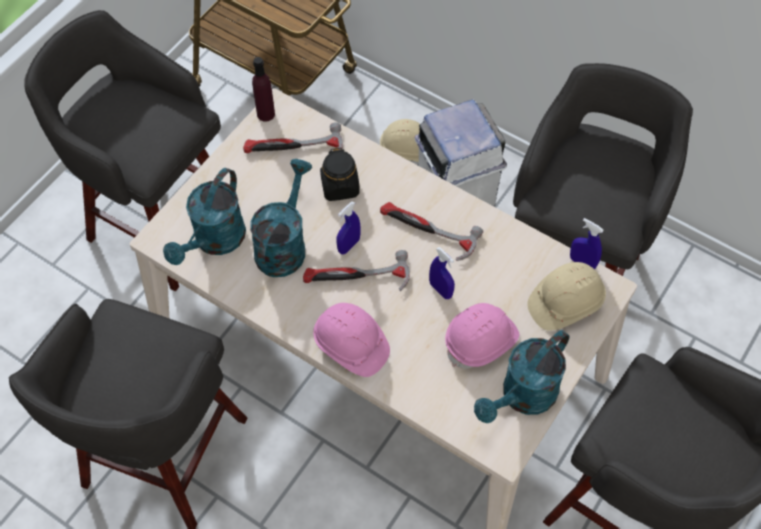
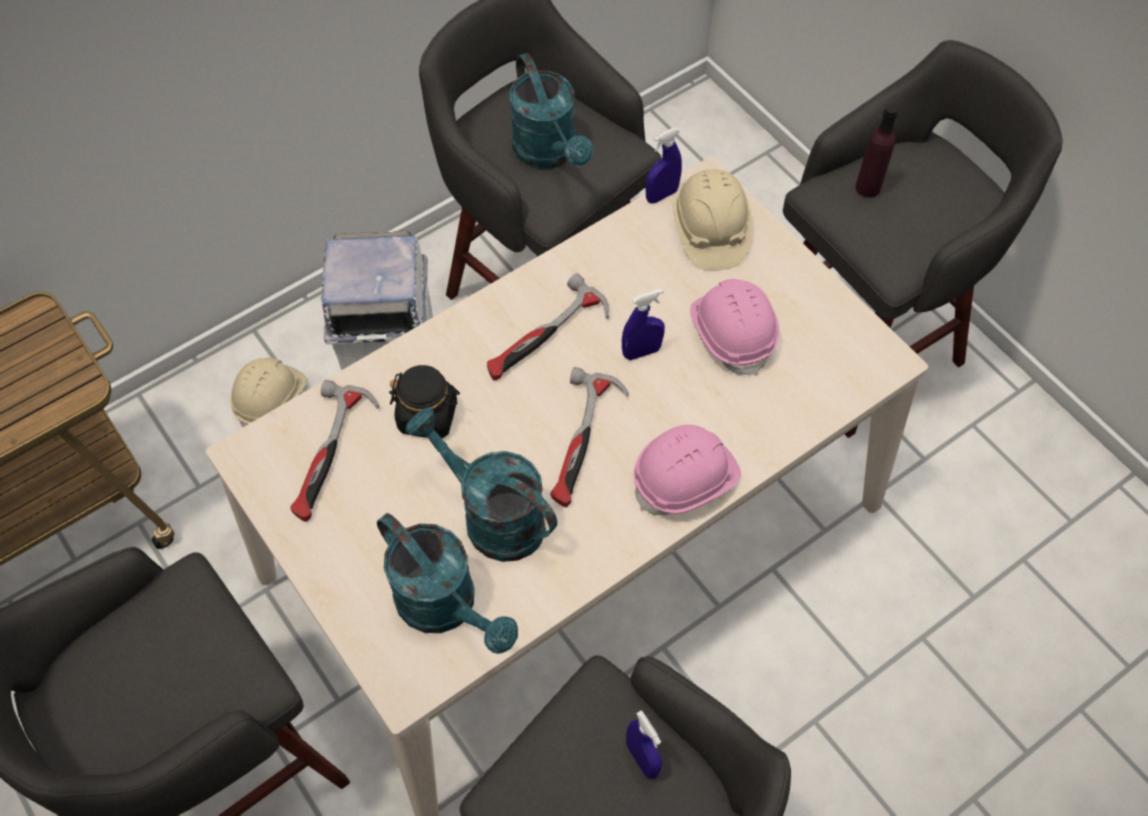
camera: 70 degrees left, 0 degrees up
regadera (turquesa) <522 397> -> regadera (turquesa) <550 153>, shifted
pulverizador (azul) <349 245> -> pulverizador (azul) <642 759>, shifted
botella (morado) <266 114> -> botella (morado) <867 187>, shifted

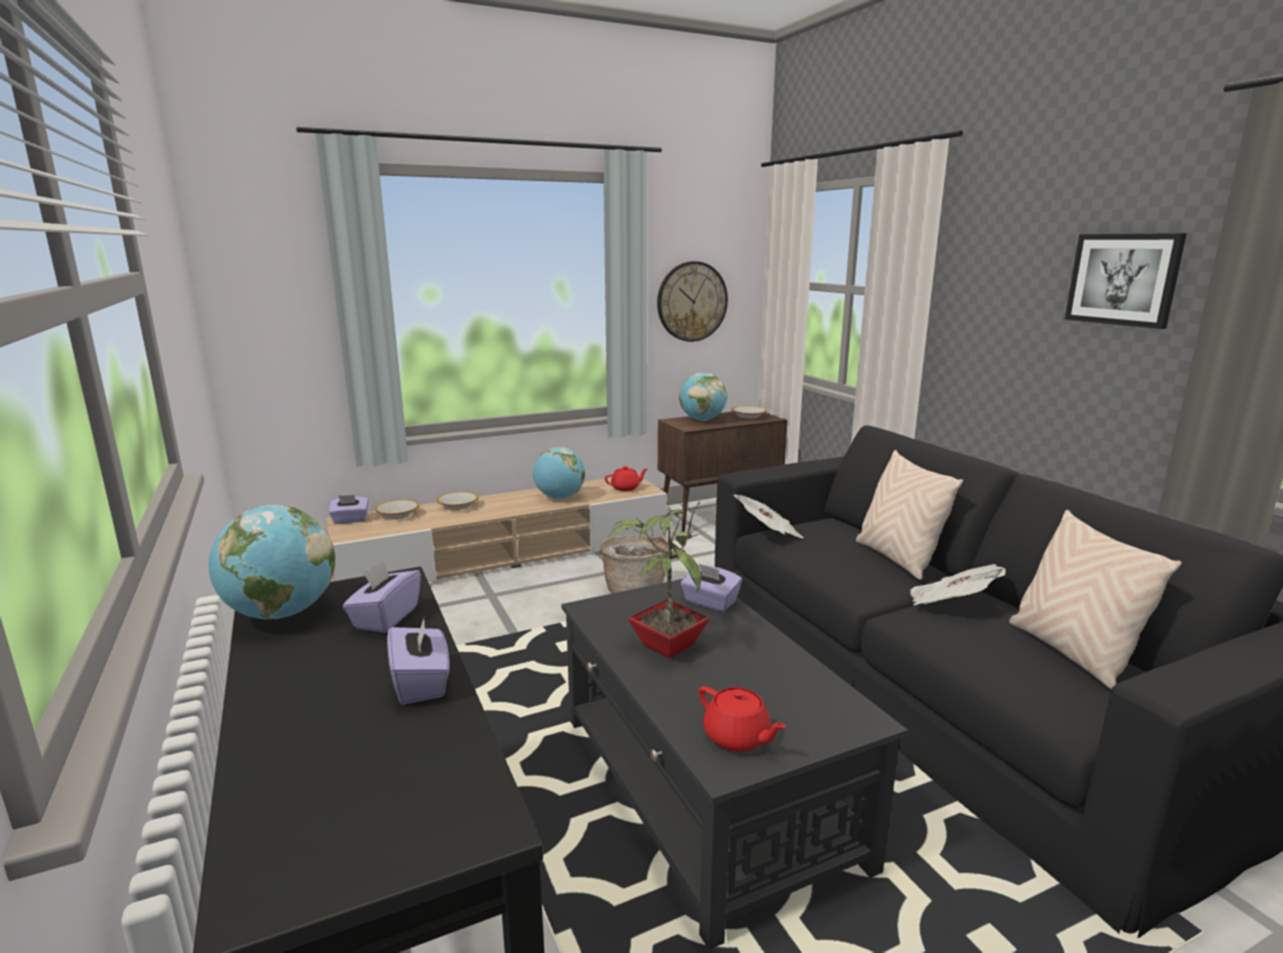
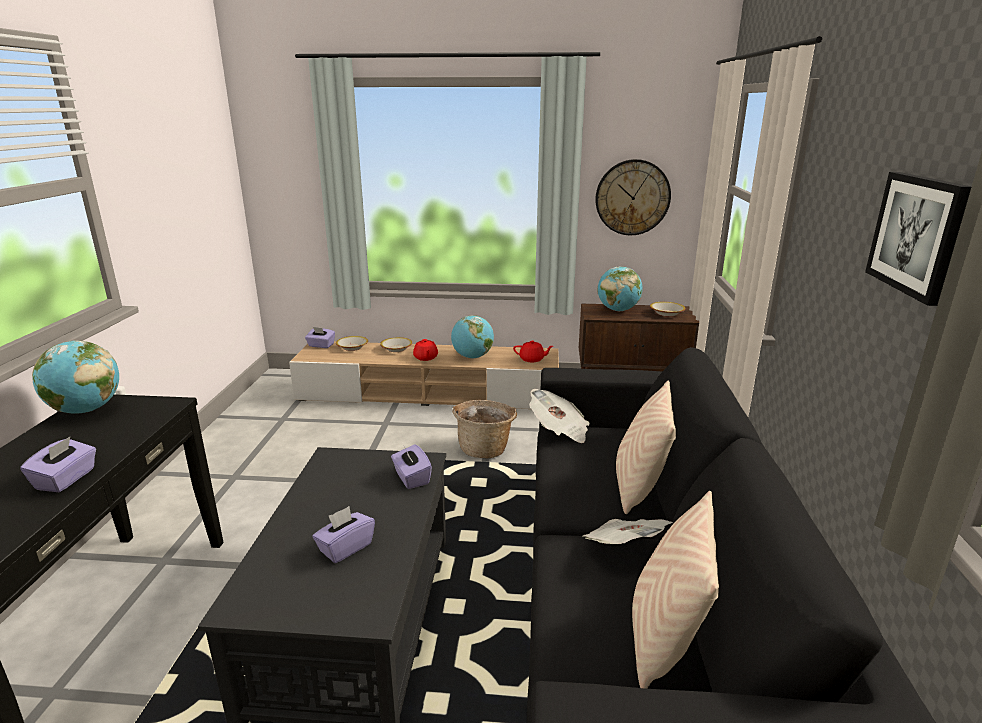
camera: 30 degrees right, 5 degrees up
caja de pañuelos (morado) <385 617> -> caja de pañuelos (morado) <345 547>, shifted
tetera (rojo) <737 737> -> tetera (rojo) <425 358>, shifted
planta en maceta <665 645> -> none

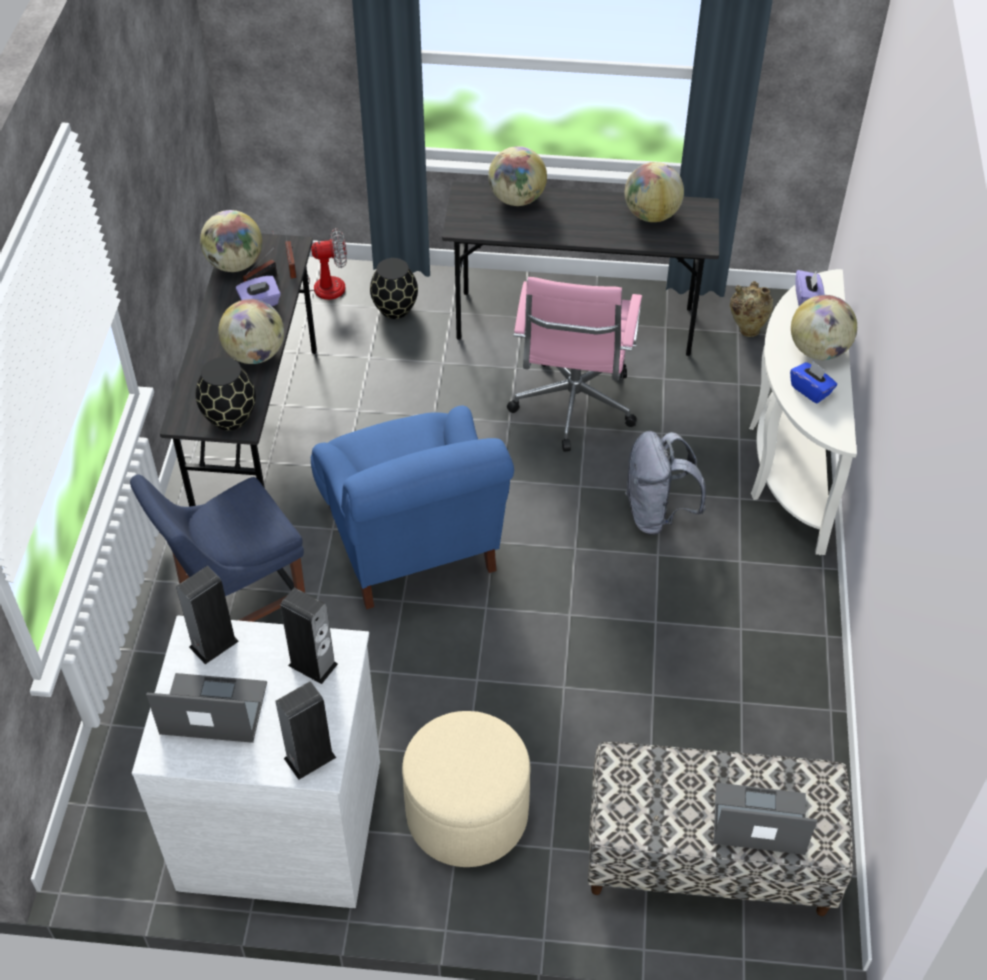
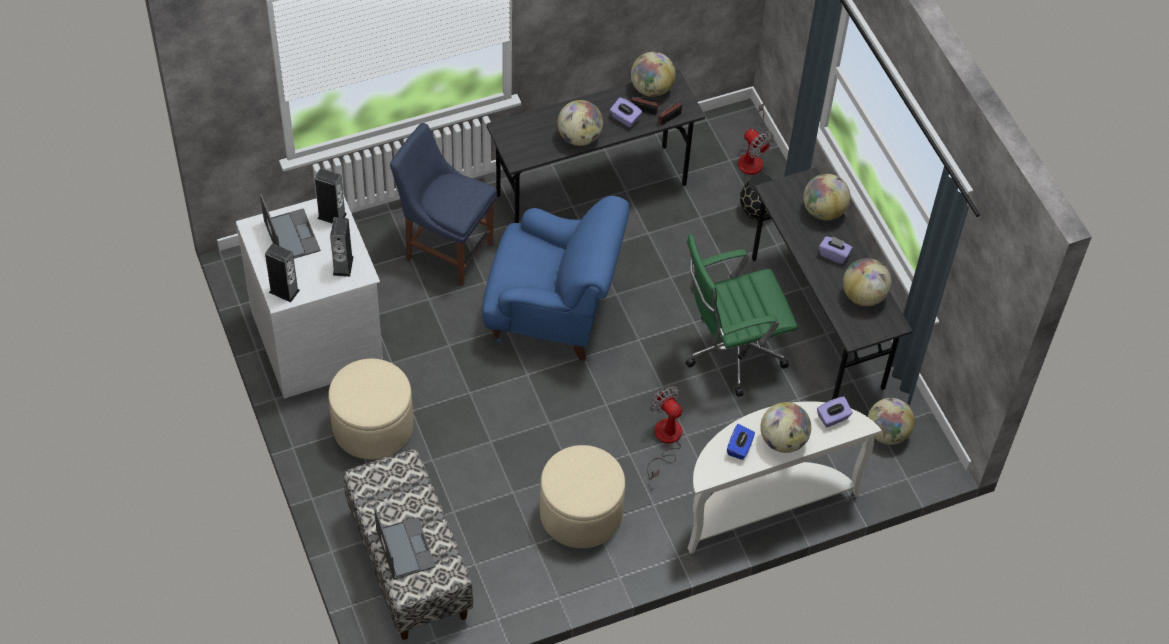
camera: 60 degrees right, 5 degrees up
sillón (azul) <412 545> -> sillón (azul) <553 313>, 120 degrees counterclockwise
none -> puf (beis) <581 513>
mochila (gris) <657 514> -> ventilador <665 440>
silla de oficina (rosa) <572 409> -> silla de oficina (verde) <730 354>
none -> caja de pañuelos (morado) <834 254>
florero (beis) <747 329> -> globo terráqueo <887 433>
florero (negro) <230 418> -> none

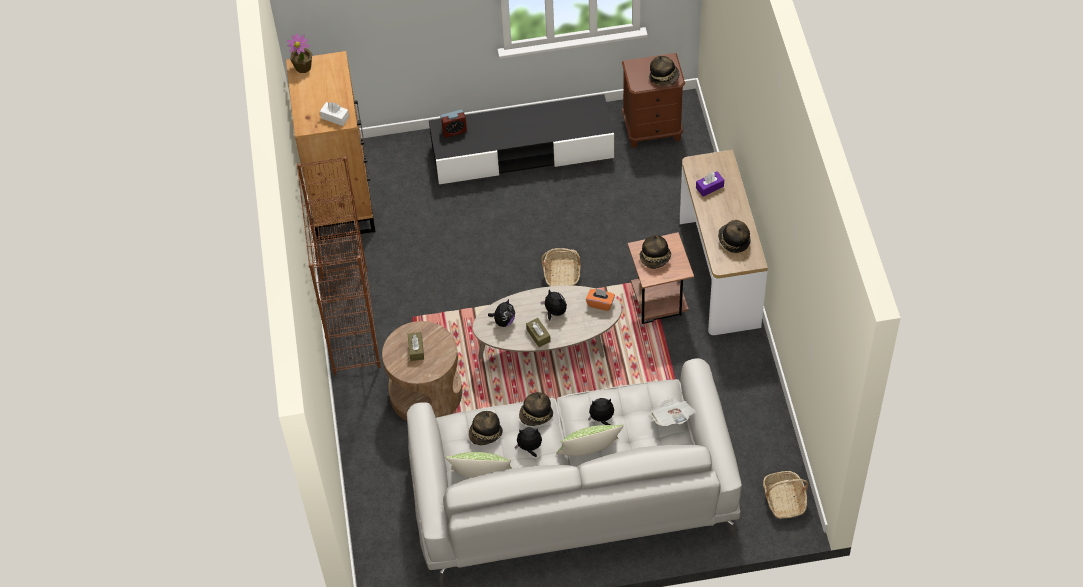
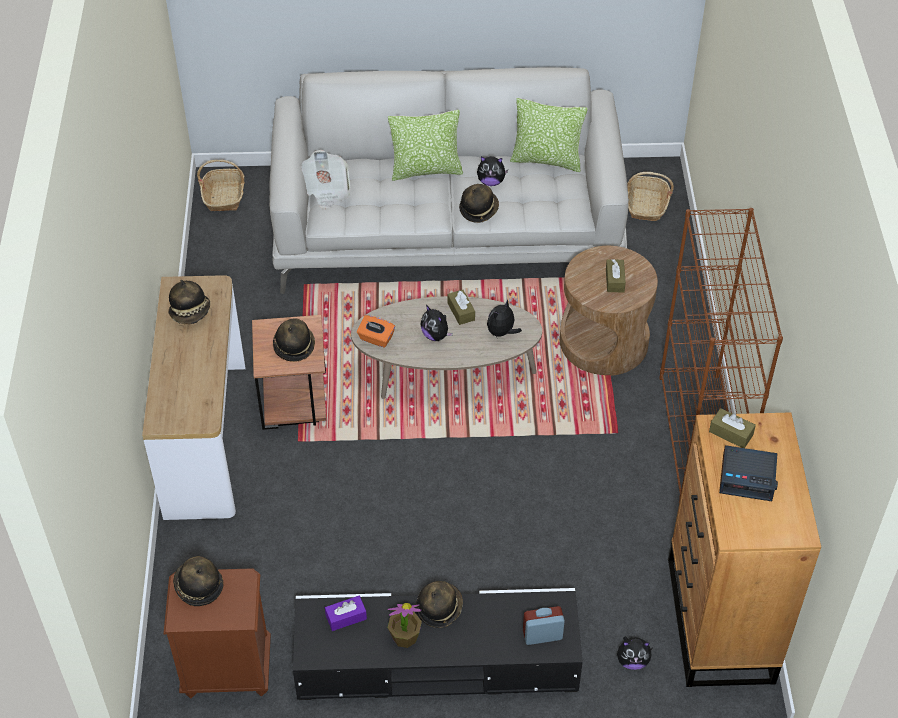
camera: 175 degrees left, 5 degrees down
caja de pañuelos (morado) <709 187> -> caja de pañuelos (morado) <346 617>, shifted
planta en maceta <303 67> -> planta en maceta <404 637>, shifted
sombrero <485 434> -> sombrero <439 607>, shifted
peluche <602 418> -> peluche <632 661>, shifted
cesta <562 274> -> cesta <646 205>, shifted
caja de pañuelos (blanco) <335 117> -> caja de pañuelos (marrón) <731 433>
none -> despertador <748 477>

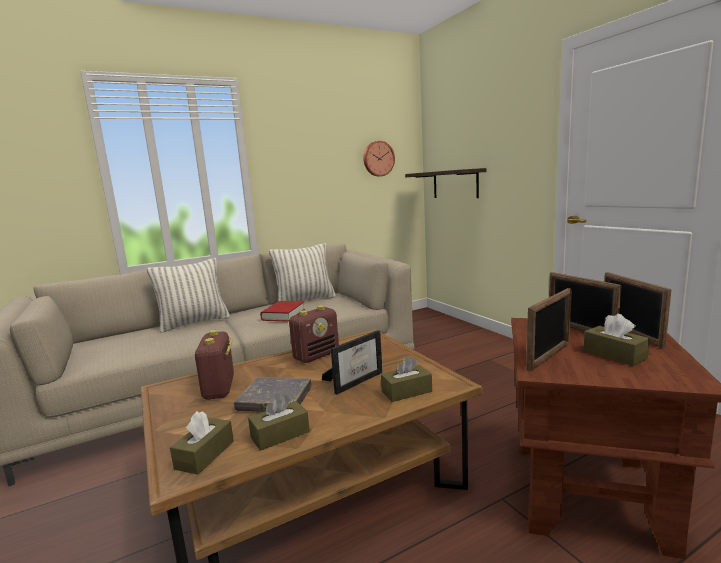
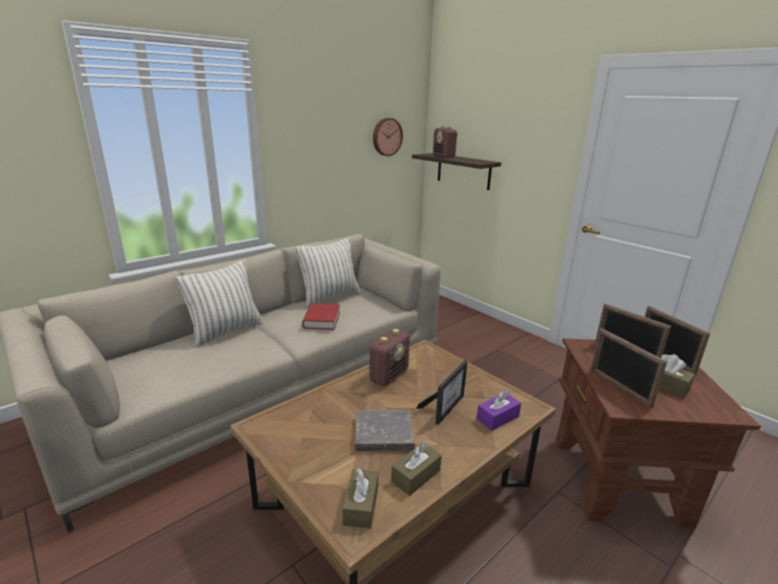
camera: 15 degrees left, 10 degrees up
radio <219 389> -> radio <444 156>, shifted
caja de pañuelos (marrón) <406 391> -> caja de pañuelos (morado) <497 418>
portarretratos <549 356> -> portarretratos <619 388>, 120 degrees clockwise

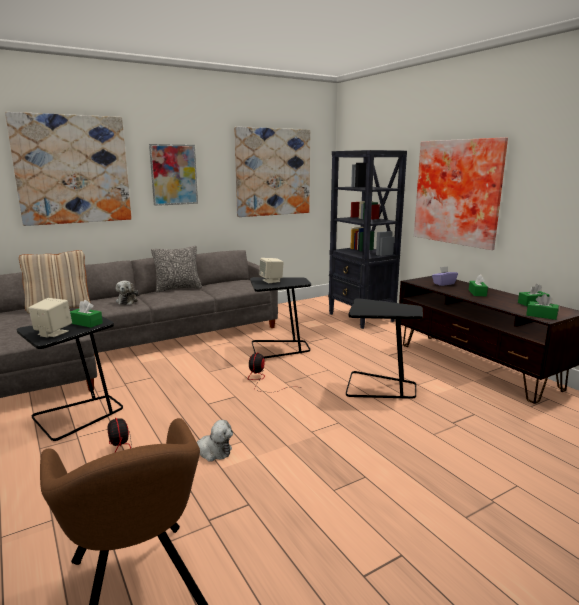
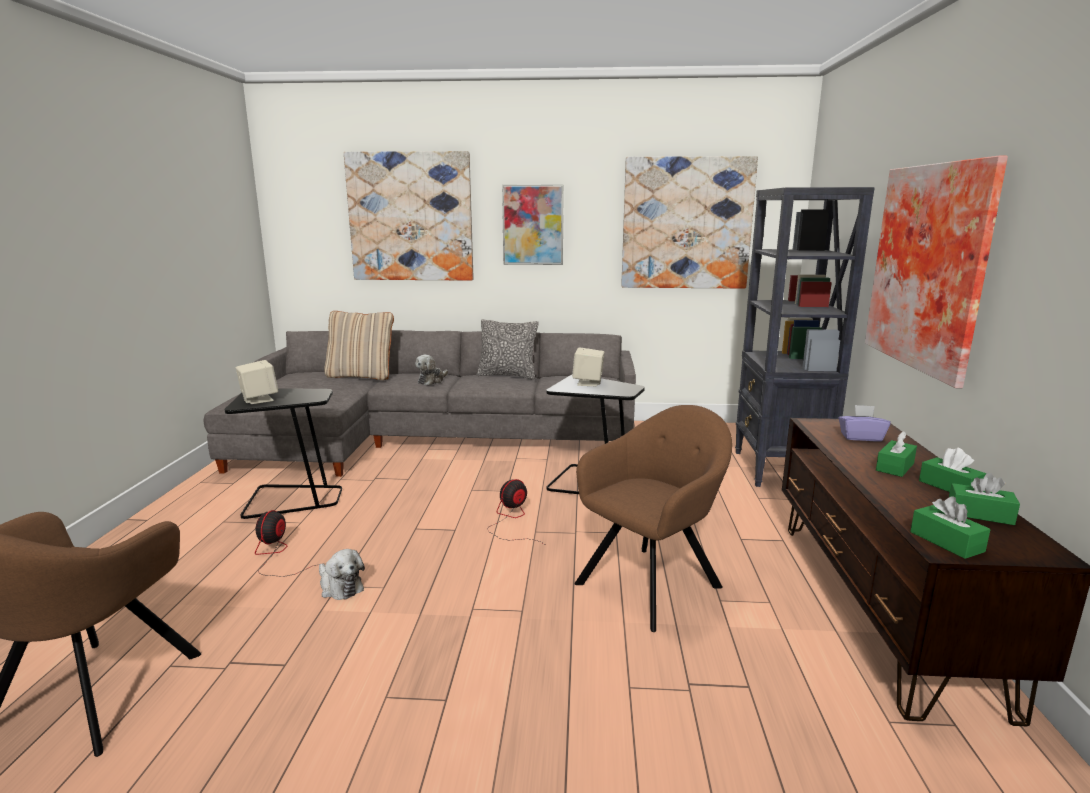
camera: 35 degrees right, 0 degrees up
mesa auxiliar (negro) <379 387> -> sillón (marrón) <652 582>
caja de pañuelos (verde) <86 323> -> caja de pañuelos (verde) <949 487>, shifted

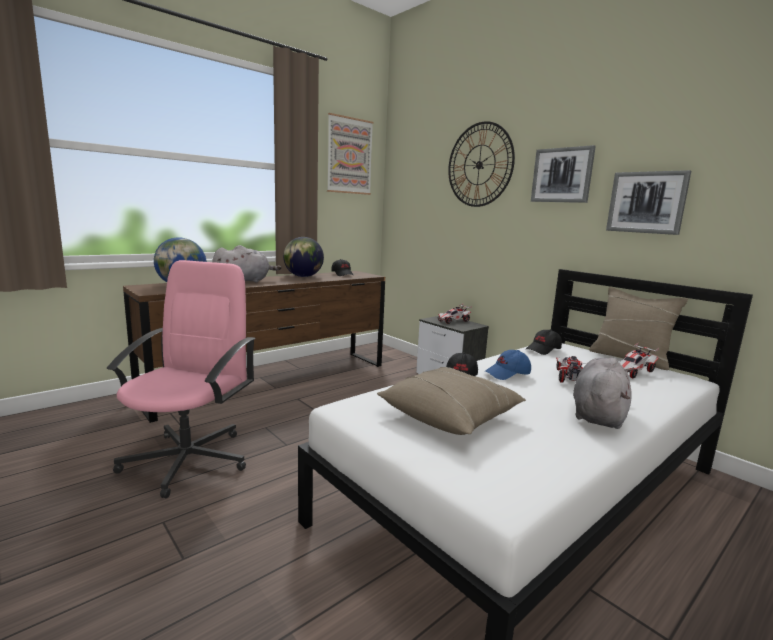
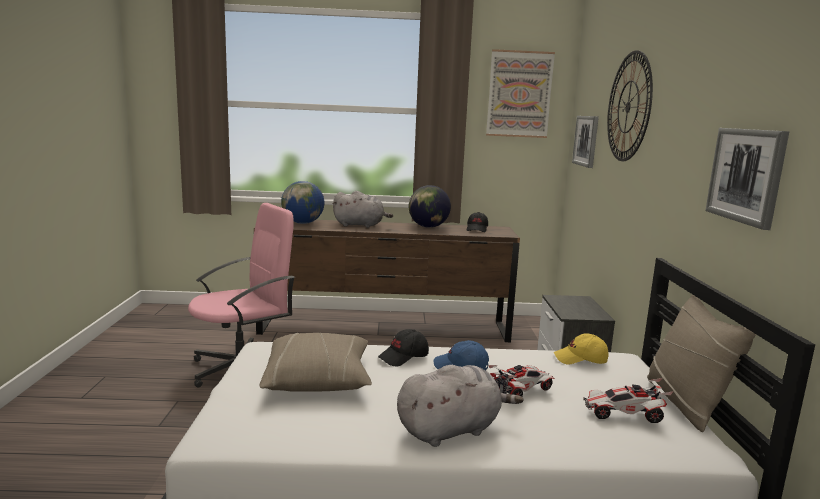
camera: 40 degrees right, 0 degrees up
gorra (negro) <543 350> -> gorra (amarillo) <580 359>
cuadro <562 175> -> cuadro <586 141>, shifted
coche de juguete <453 321> -> none

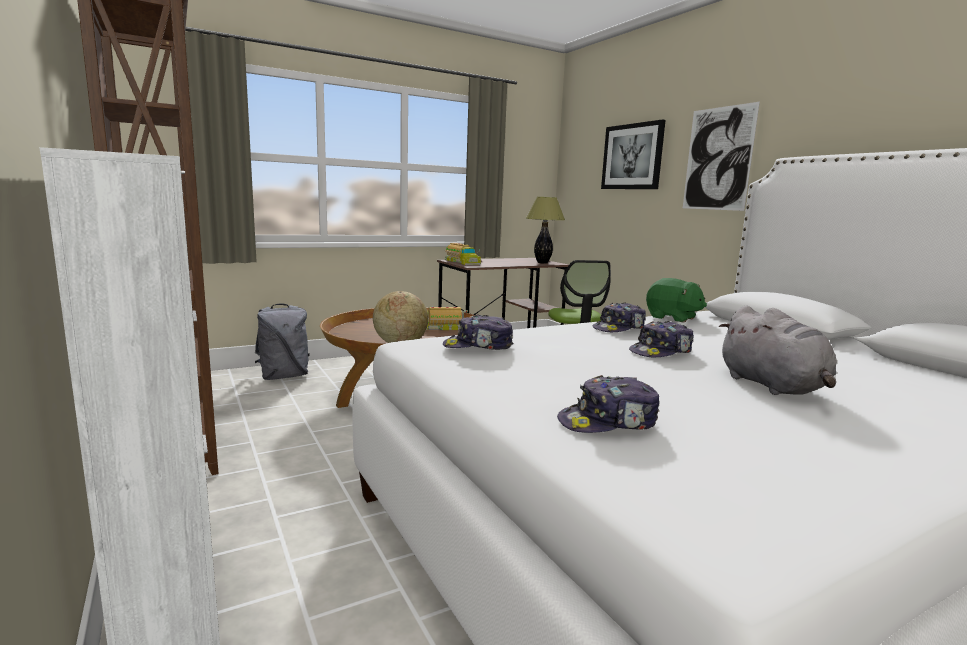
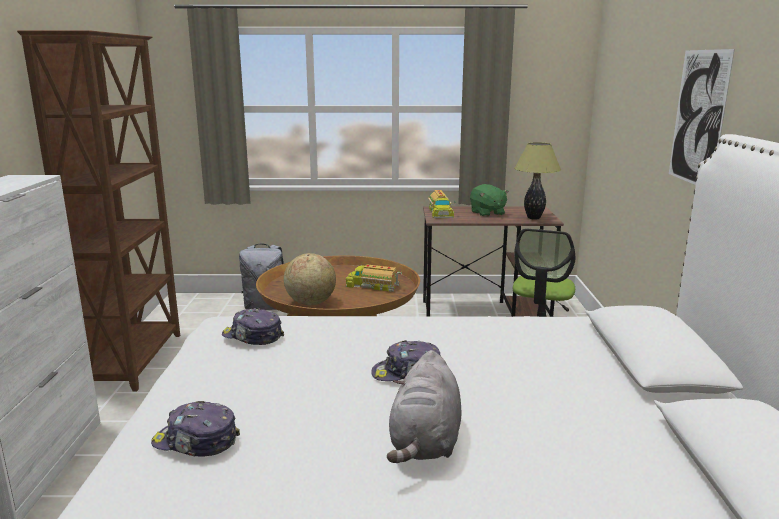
camera: 30 degrees right, 5 degrees up
peluche (verde) <672 318> -> peluche (verde) <487 213>, shifted
gorra <619 328> -> none
cuadro <632 156> -> none

